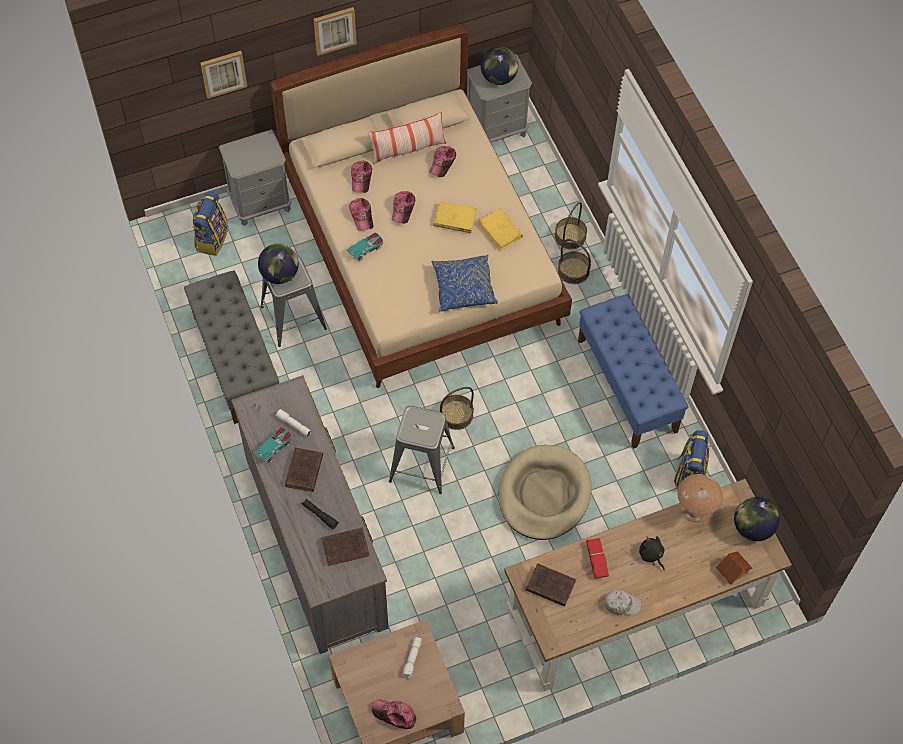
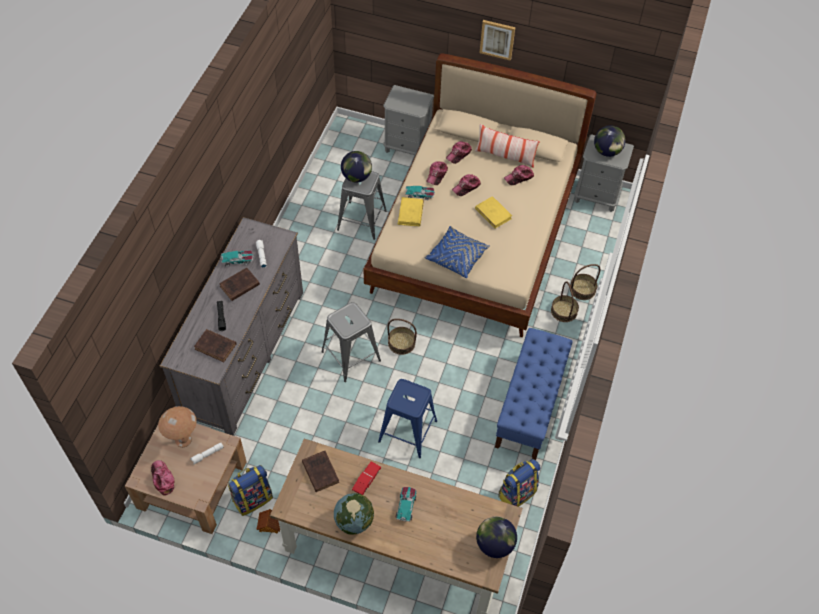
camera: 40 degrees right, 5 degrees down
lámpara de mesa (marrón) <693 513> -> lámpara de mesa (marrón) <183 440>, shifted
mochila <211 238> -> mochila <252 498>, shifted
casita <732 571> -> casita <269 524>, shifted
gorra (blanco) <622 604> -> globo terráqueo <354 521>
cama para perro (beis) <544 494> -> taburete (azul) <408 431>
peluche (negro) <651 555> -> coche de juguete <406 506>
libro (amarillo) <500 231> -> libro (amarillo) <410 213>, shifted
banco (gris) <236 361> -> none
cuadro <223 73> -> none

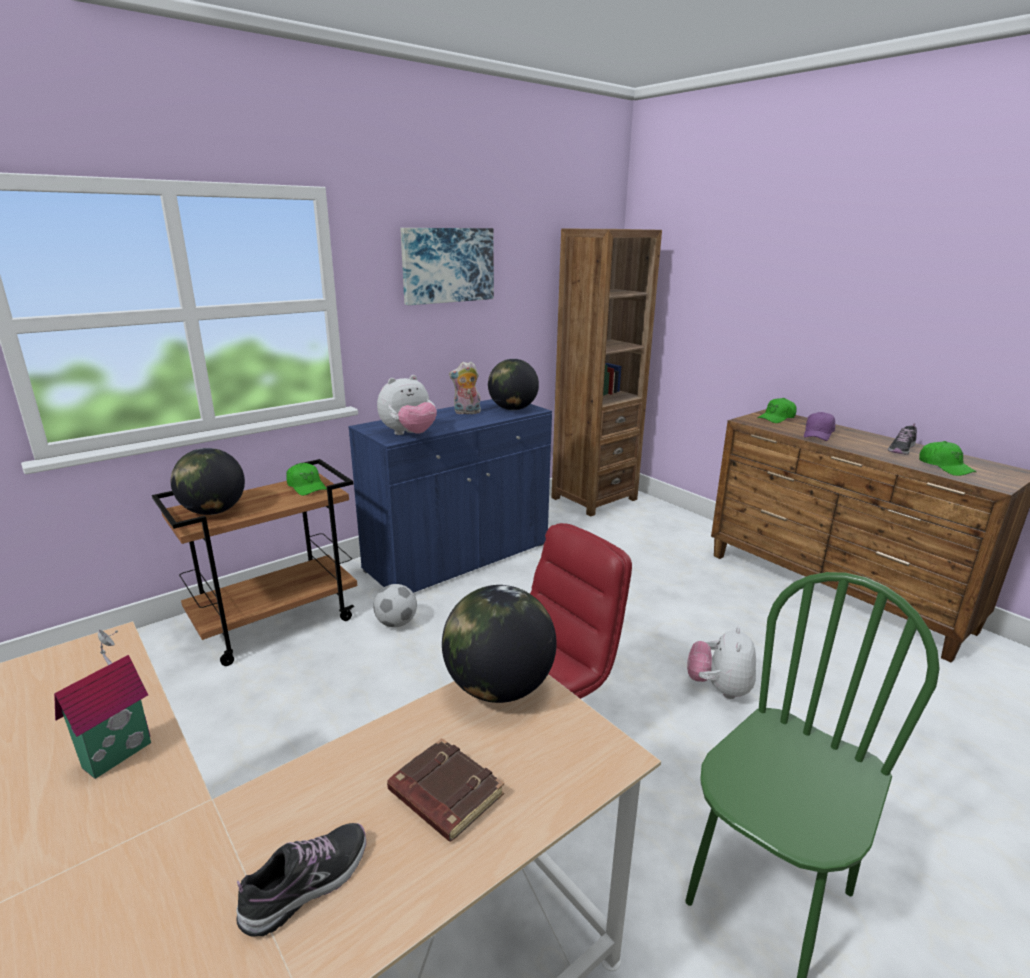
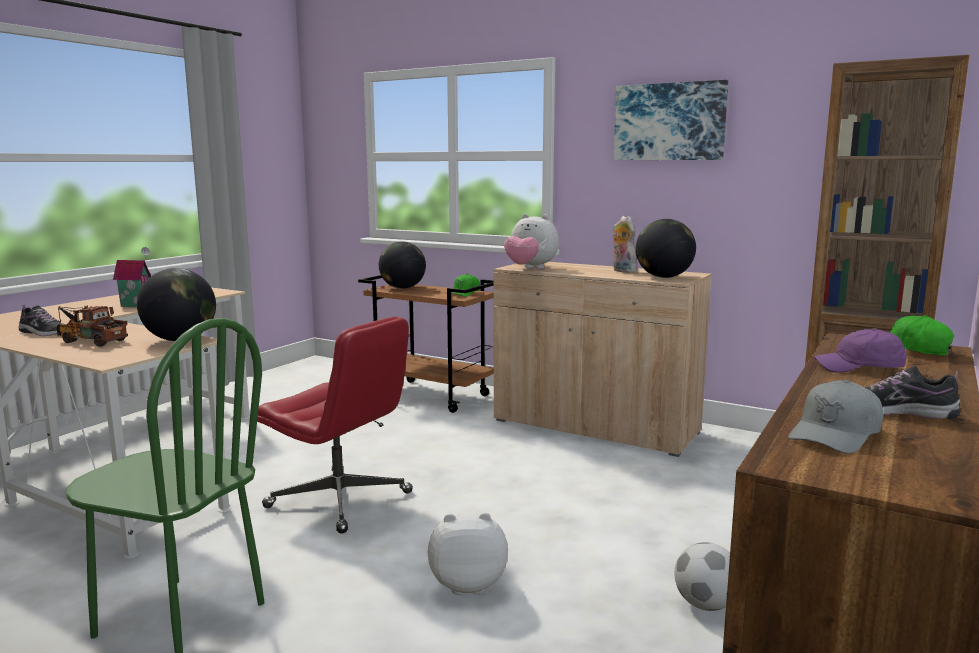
camera: 70 degrees right, 10 degrees down
libro (marrón) <443 794> -> camión de juguete <90 341>
armario (azul) <458 557> -> armario (beis) <595 427>
balón de fútbol <396 623> -> balón de fútbol <705 604>, shifted
gorra (verde) <945 467> -> gorra (gris) <835 434>

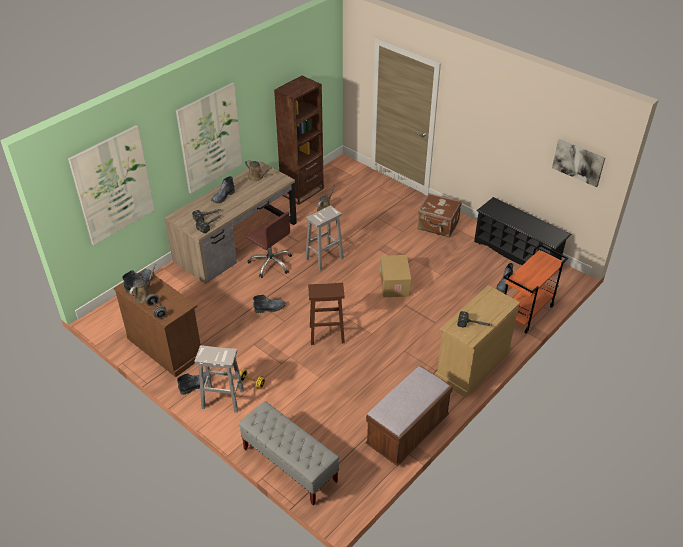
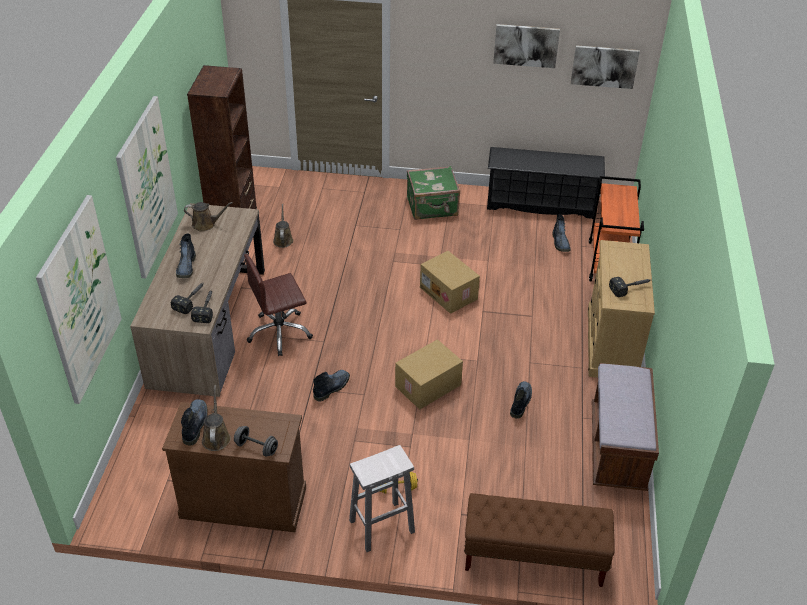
camera: 35 degrees left, 0 degrees up
silla de oficina (marrón) <271 263> -> silla de oficina (marrón) <279 333>, 150 degrees clockwise
taburete (marrón) <326 334> -> caja de cartón <428 386>
maleta (marrón) <438 226> -> maleta (verde) <432 207>
banco (gris) <289 465> -> banco (marrón) <533 557>
none -> cuadro <526 45>
bota <196 385> -> bota <520 401>, shifted
taburete (blanco) <325 258> -> none

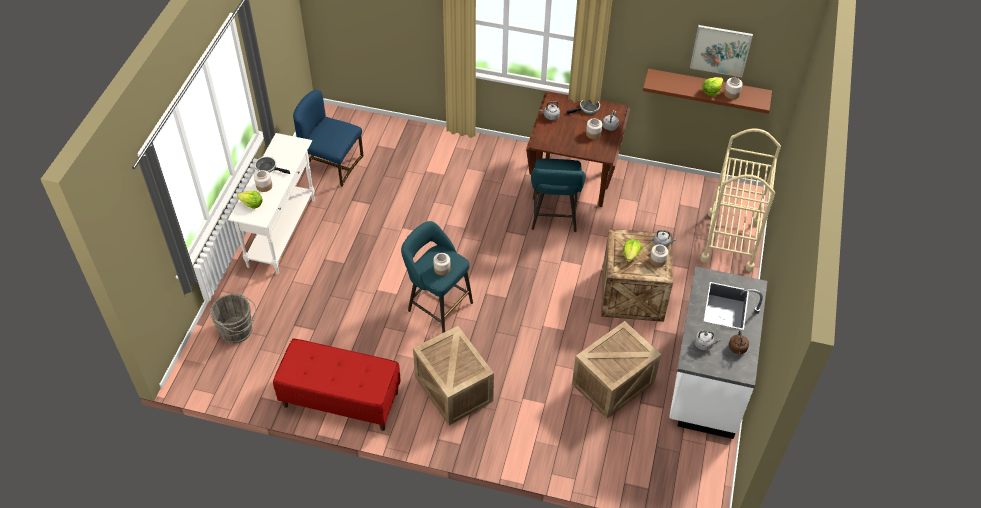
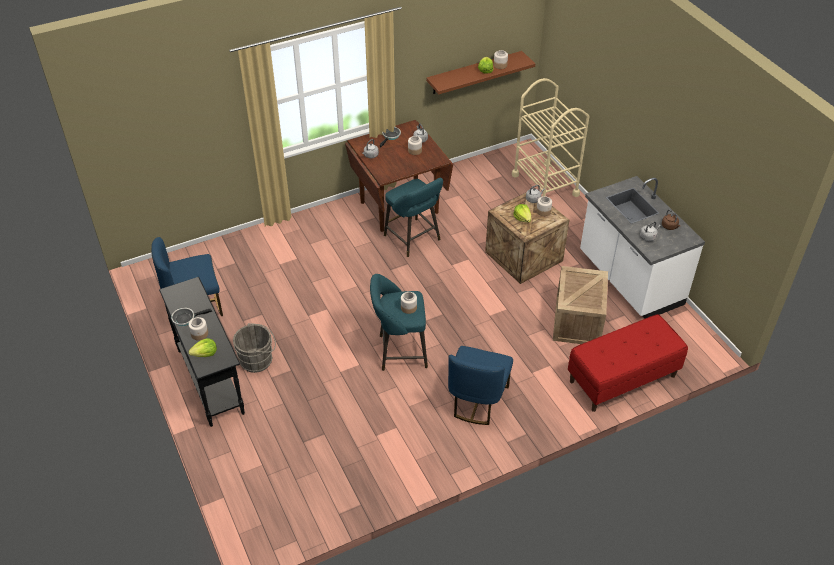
camera: 40 degrees left, 5 degrees down
mesa consola (blanco) <282 232> -> mesa consola (negro) <211 381>
cubo (gris) <238 331> -> cubo (gris) <258 360>, shifted
caja de embalaje <452 388> -> silla (azul) <477 400>
banco (rojo) <340 400> -> banco (rojo) <622 379>, shifted
cuadro <720 50> -> none

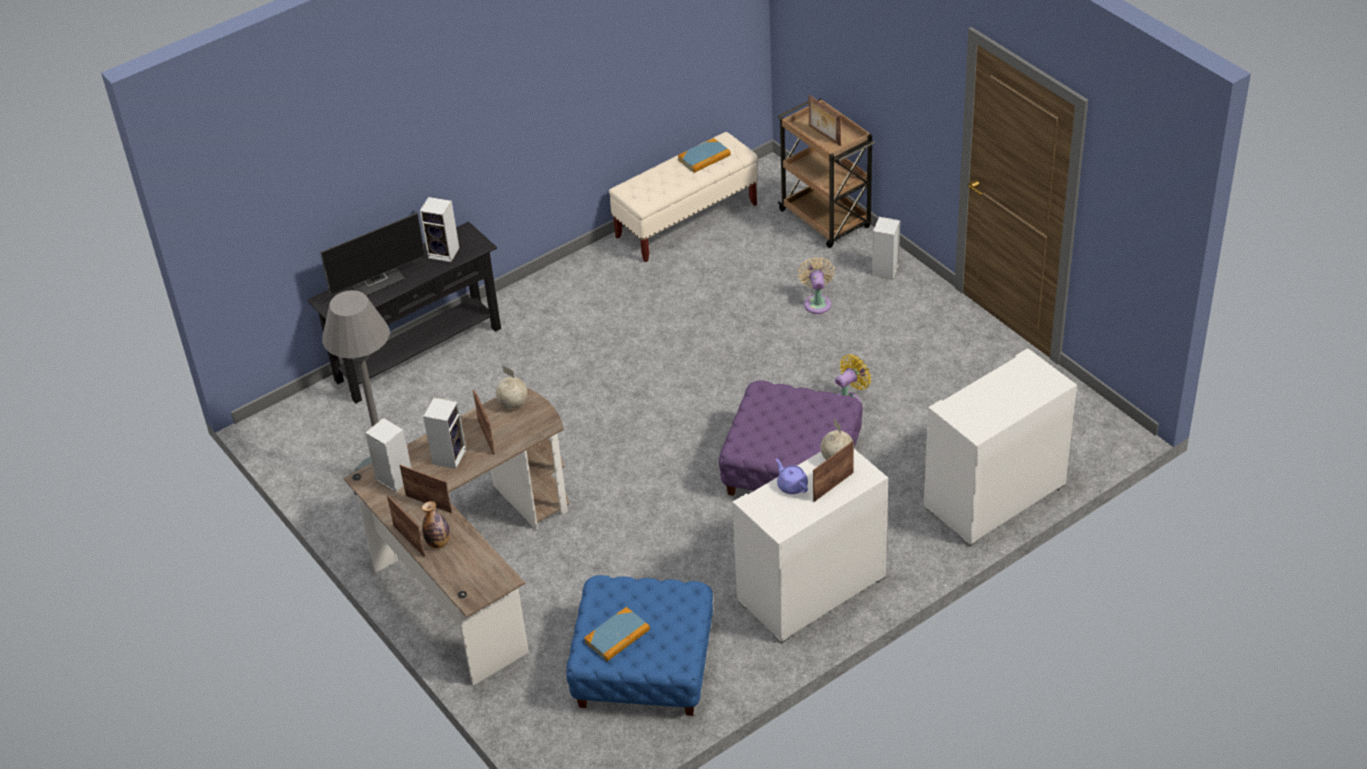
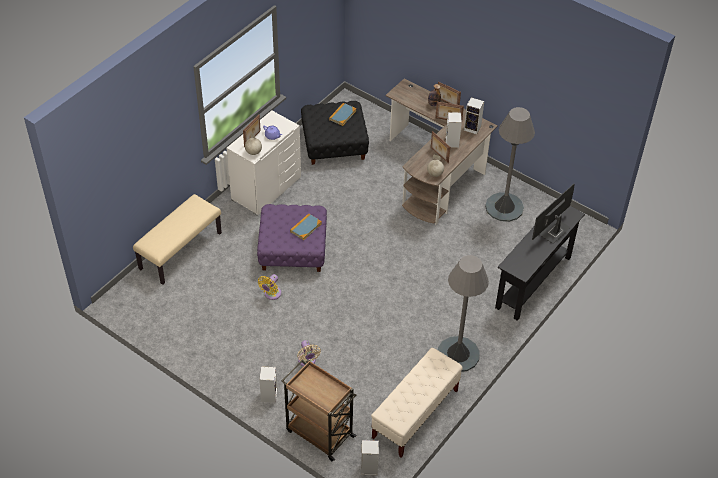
camera: 160 degrees right, 5 degrees up
cómoda (blanco) <995 497> -> banco (beis) <180 250>
libro <704 157> -> libro <305 227>, shifted
puf (azul) <643 666> -> puf (negro) <334 143>
altavoz <445 253> -> altavoz <368 468>, shifted
none -> lámpara de pie (gris) <458 354>
portarretratos <824 135> -> none

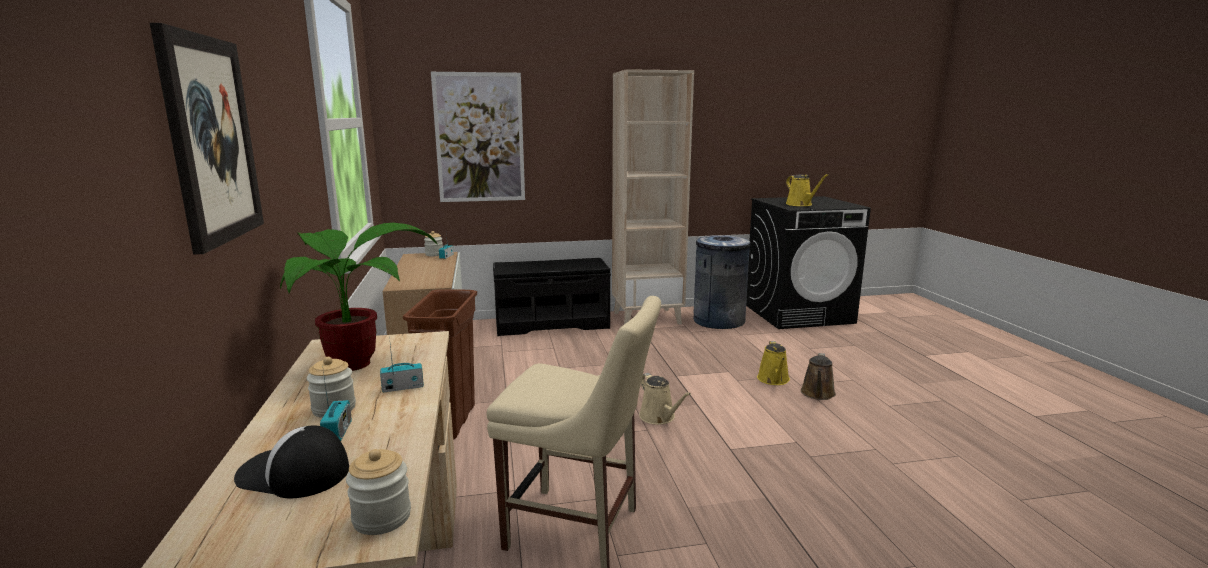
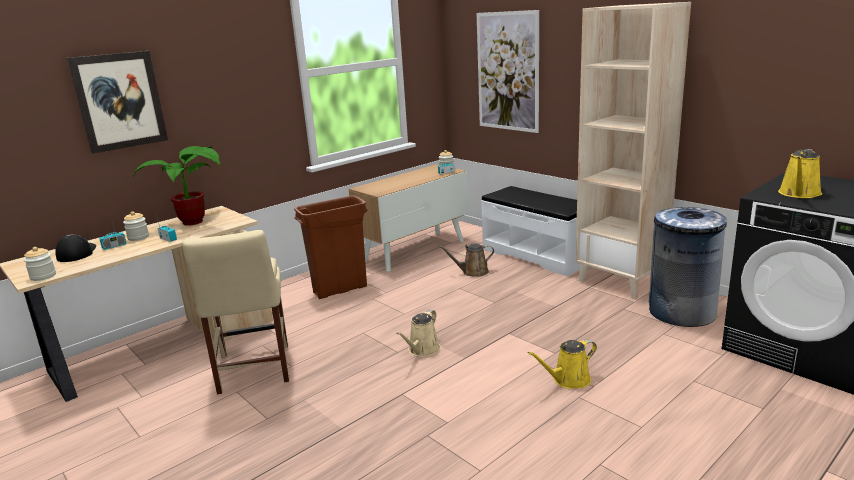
camera: 60 degrees right, 5 degrees up
regadera (marrón) <817 394> -> regadera (marrón) <472 272>, shifted
banco (negro) <551 323> -> banco (blanco) <537 255>

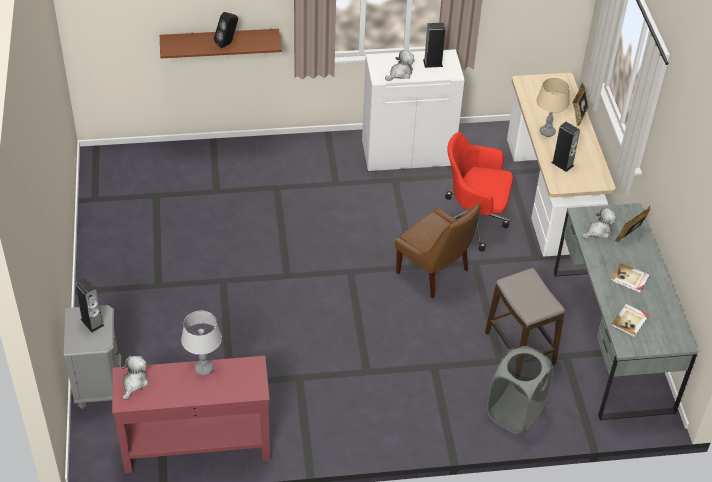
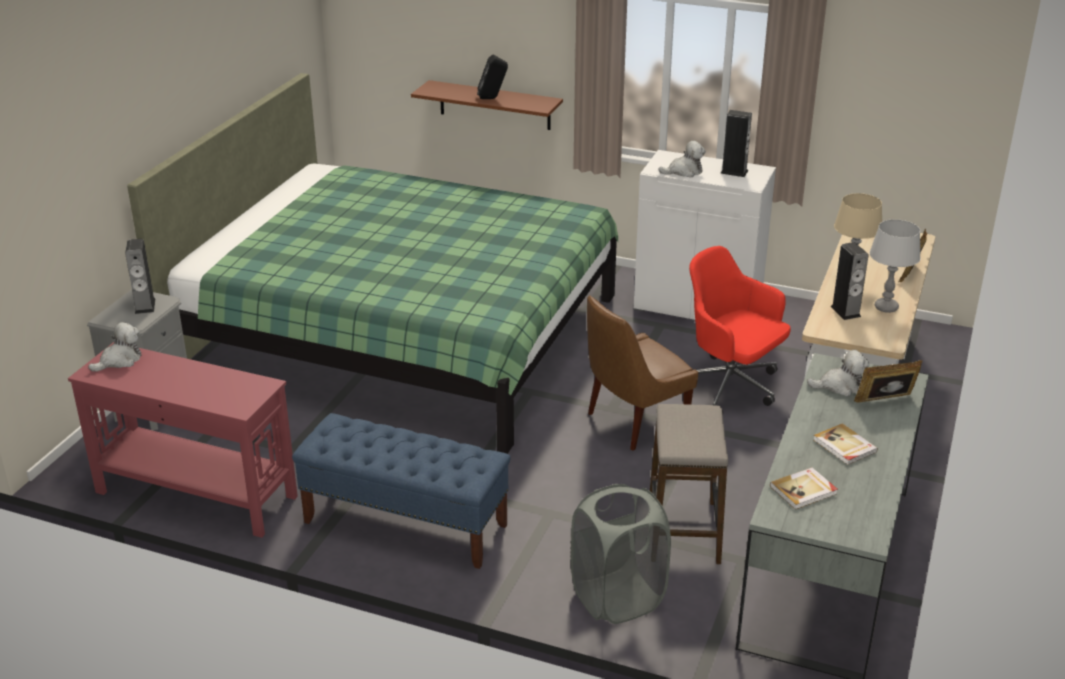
camera: 30 degrees right, 15 degrees down
none -> cama (verde) <400 334>
none -> banco (azul) <404 523>
silla (marrón) <434 273> -> silla (marrón) <633 422>, 75 degrees clockwise
lámpara de mesa (gris) <204 369> -> lámpara de mesa (gris) <886 307>, shifted

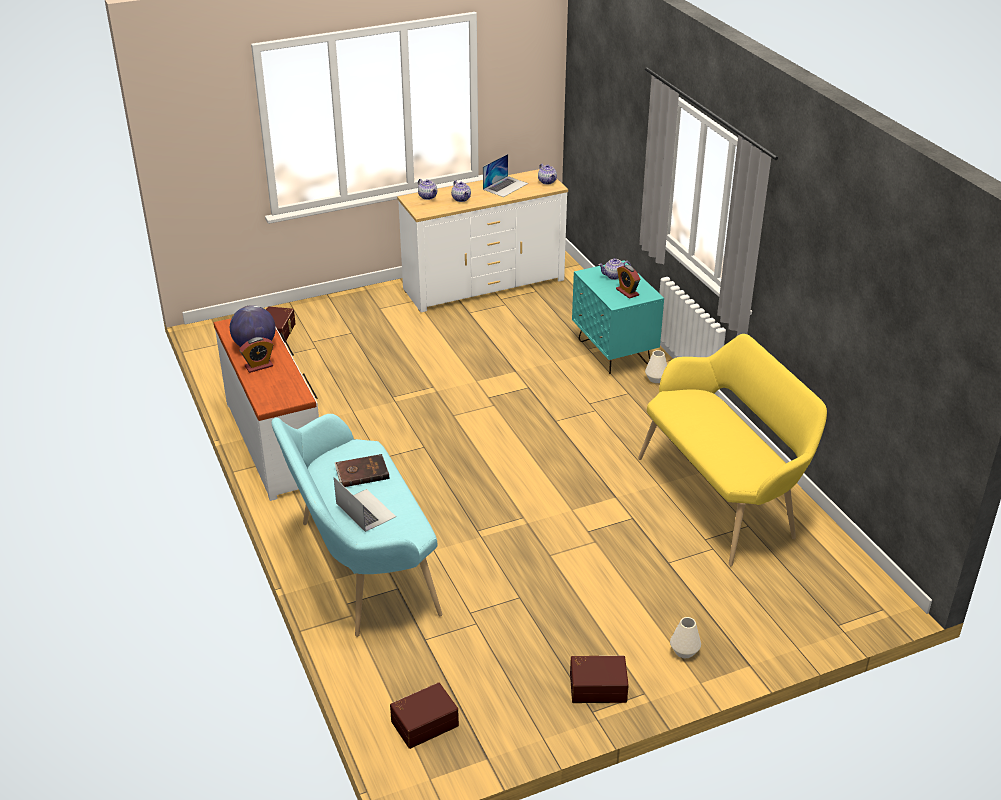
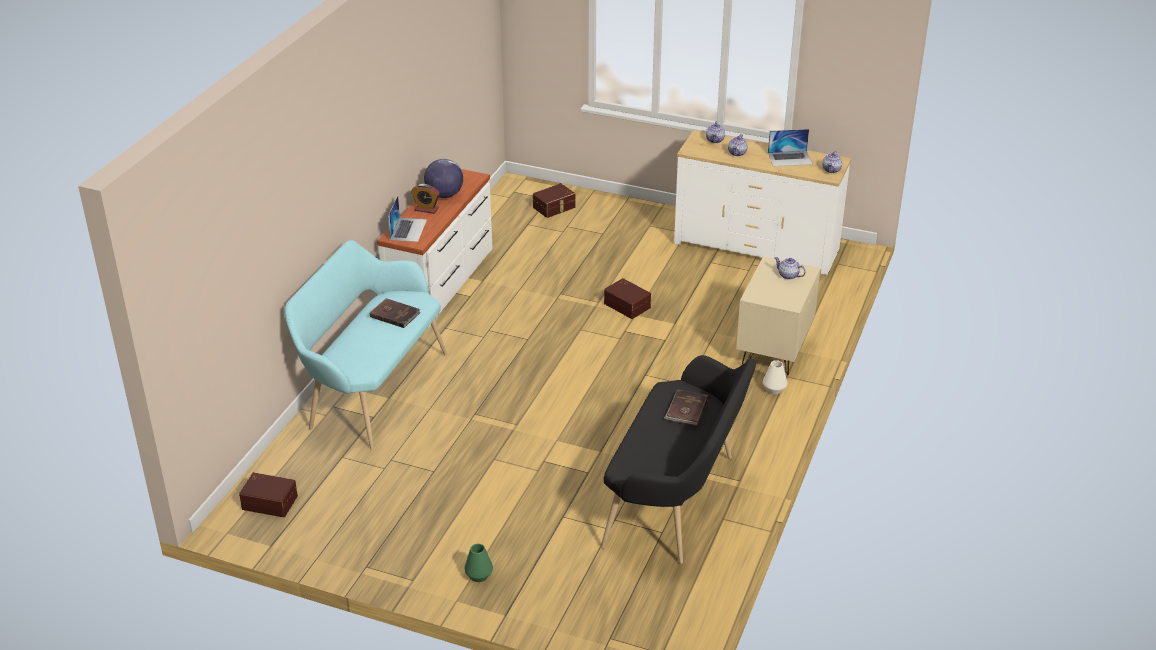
camera: 45 degrees right, 0 degrees up
portátil <365 510> -> portátil <408 229>, shifted
florero (blanco) <684 651> -> florero (verde) <479 575>
banco (amarillo) <722 497> -> banco (negro) <677 501>
caja de almacenaje (marrón) <597 686> -> caja de almacenaje (marrón) <627 305>, shifted
none -> libro (marrón) <686 409>
mesita de noche (turquesa) <614 352> -> mesita de noche (beis) <774 351>
despertador <627 292> -> none

